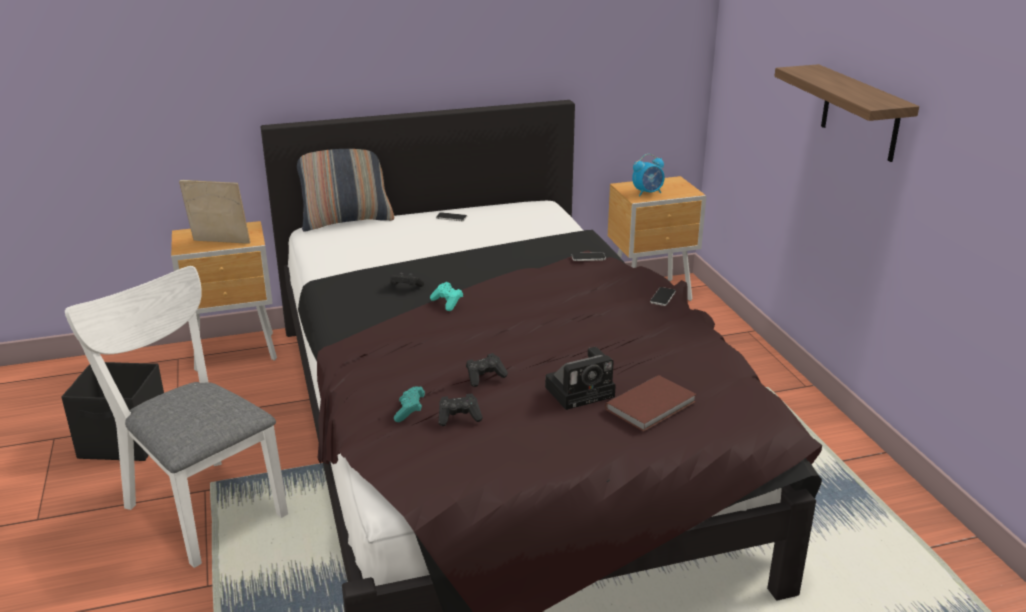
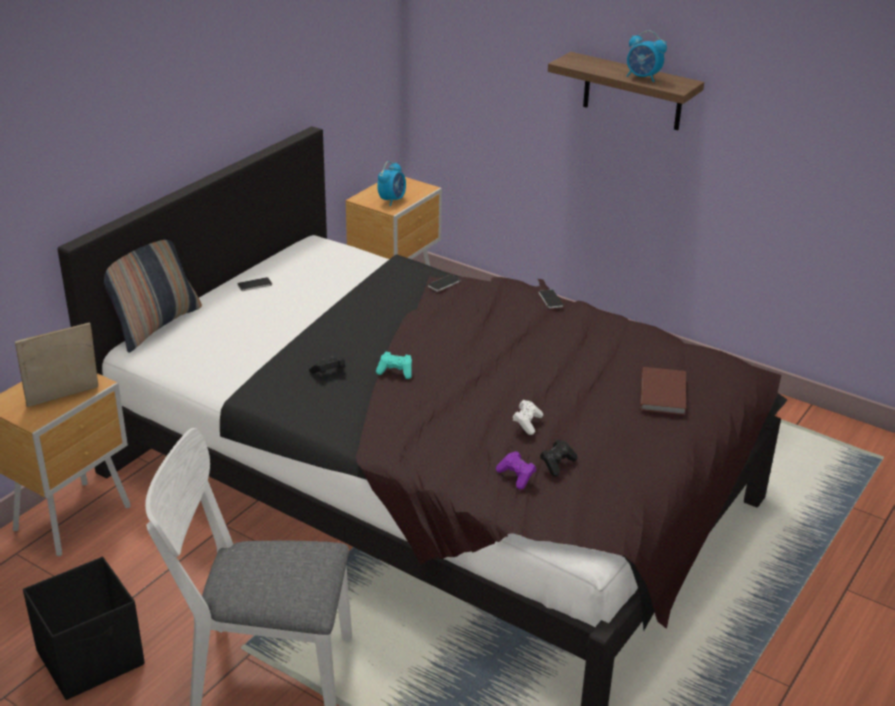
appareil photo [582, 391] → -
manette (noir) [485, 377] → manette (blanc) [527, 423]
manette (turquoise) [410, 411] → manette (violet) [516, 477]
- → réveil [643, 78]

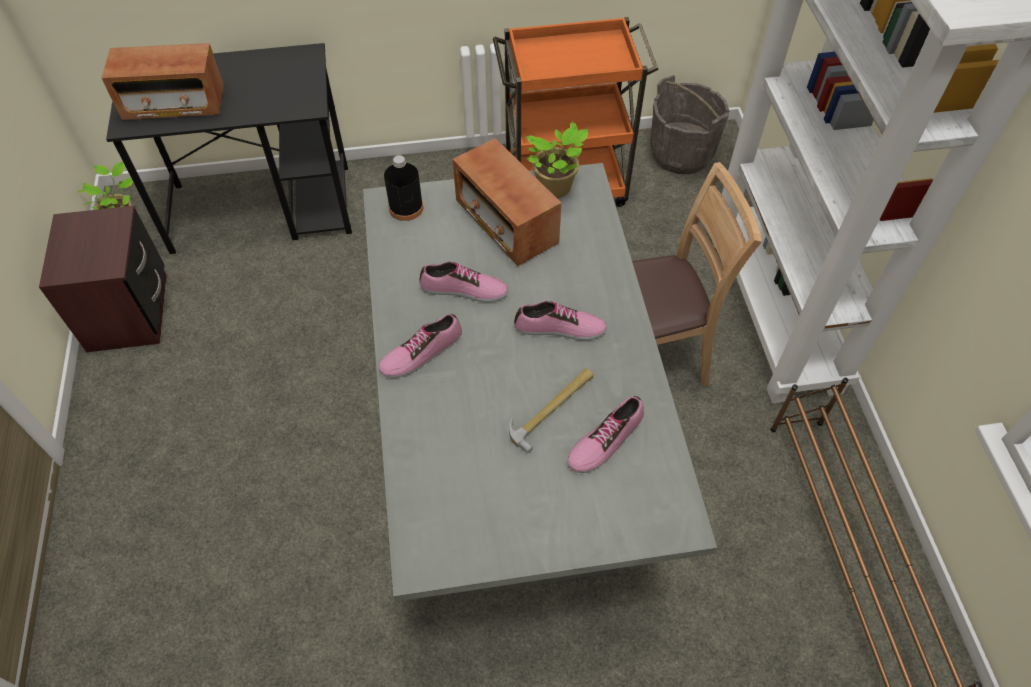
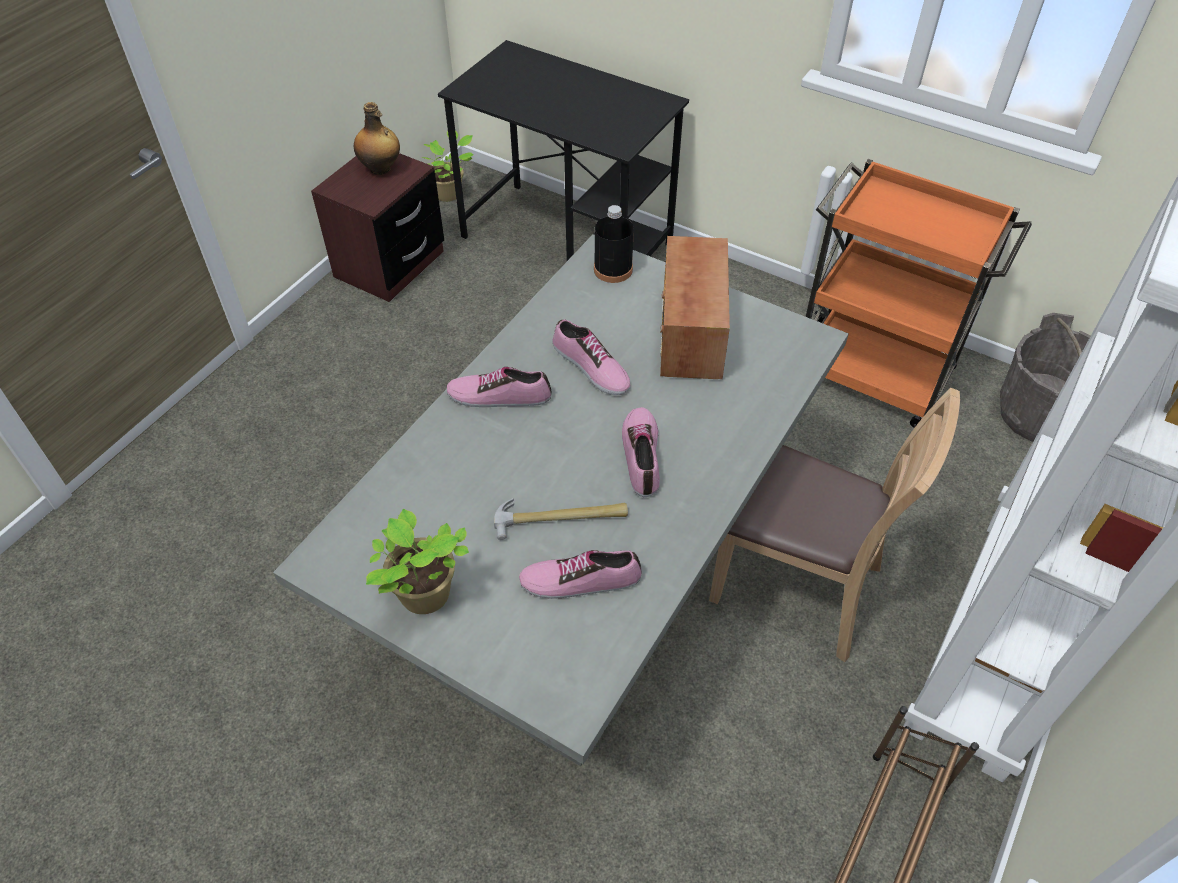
radio [174, 104] → -
plante en pot [556, 189] → plante en pot [424, 597], moved
chaussure [560, 329] → chaussure [643, 455], 135 degrees counterclockwise
- → bouteille [381, 169]

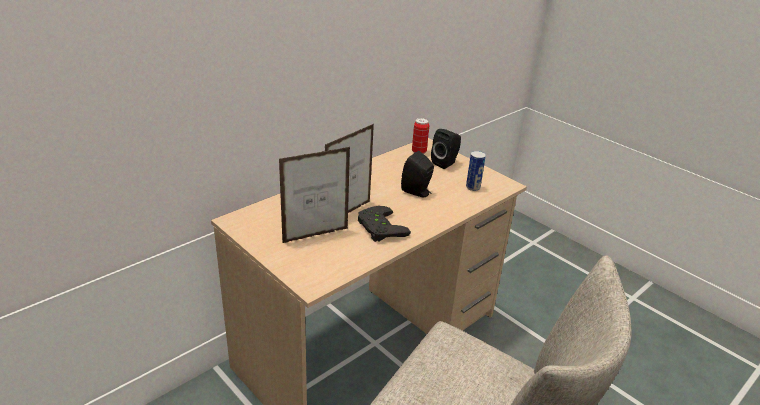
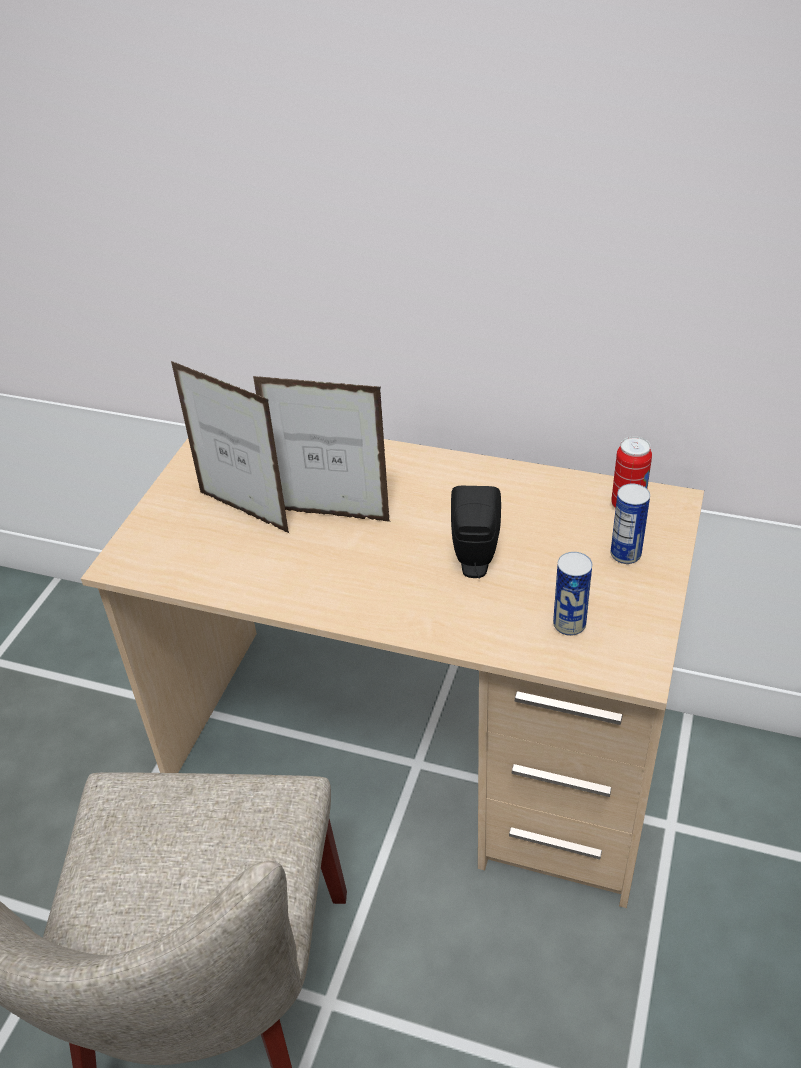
enceinte (noir) [445, 163] → boîte métallique [625, 554]
manette (noir) [378, 228] → -

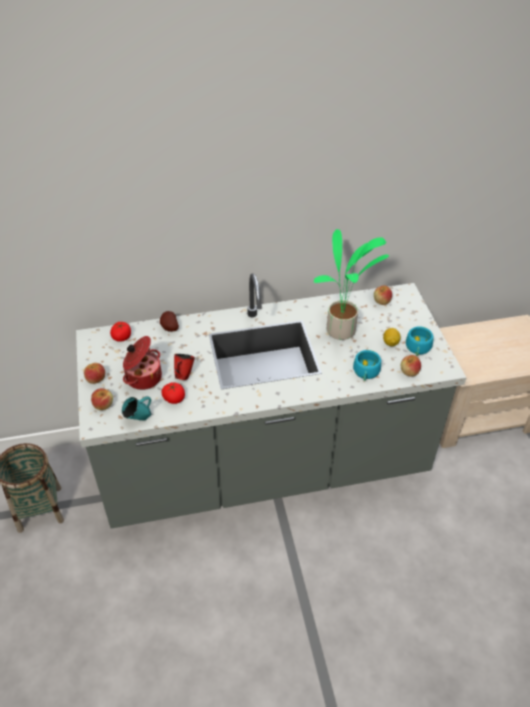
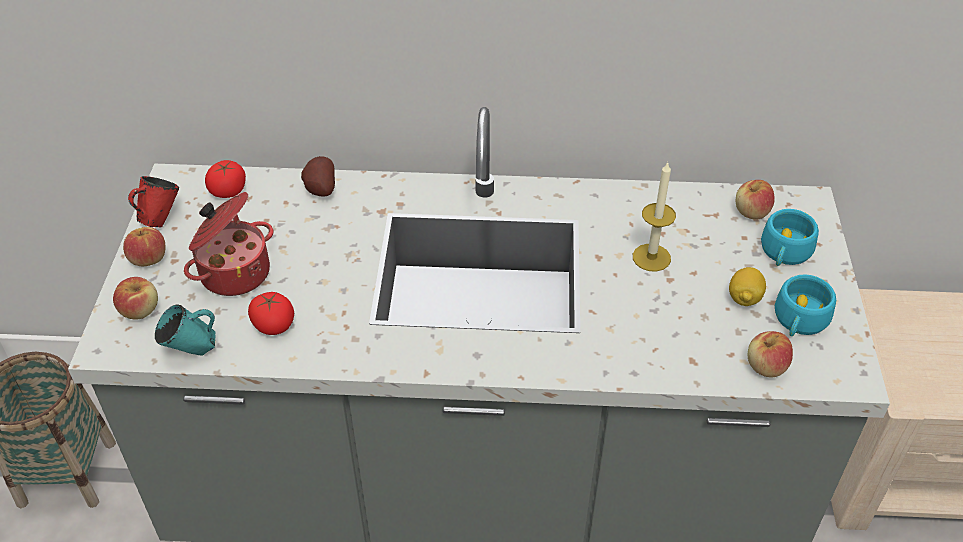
plante en pot [342, 331] → bougie [651, 257]
tasse (turquoise) [366, 373] → tasse (turquoise) [784, 253], moved
mug (rouge) [184, 375] → mug (rouge) [160, 219], moved

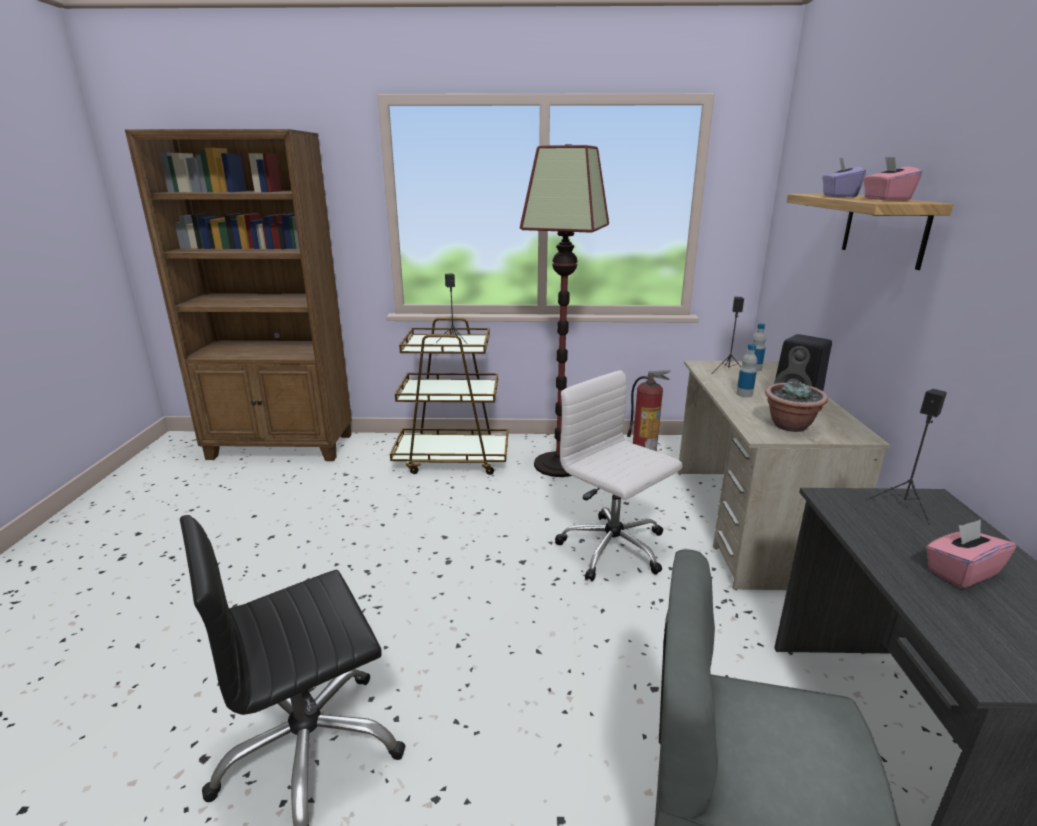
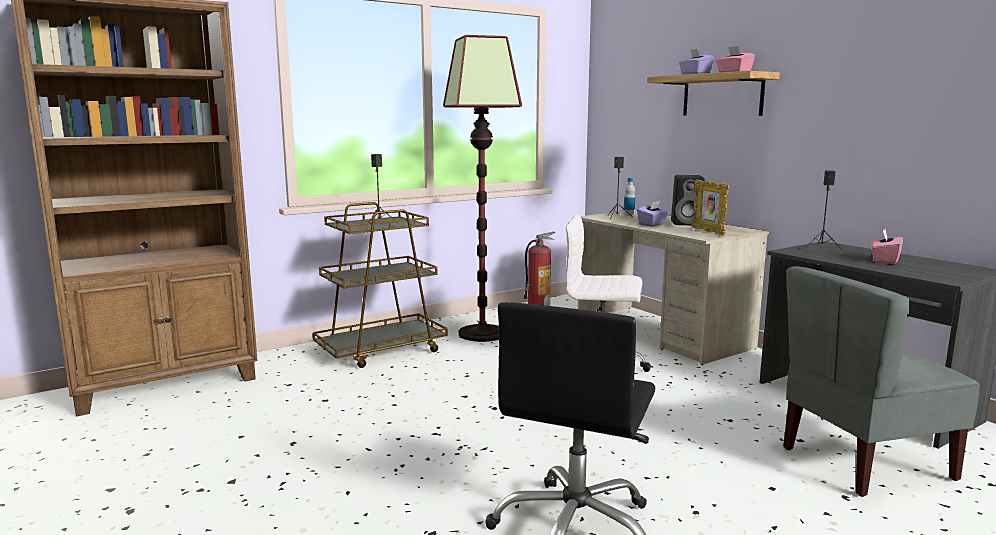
bouteille [744, 394] → boîte à mouchoirs (violet) [652, 224]
plante en pot [790, 426] → cadre photo [708, 232]

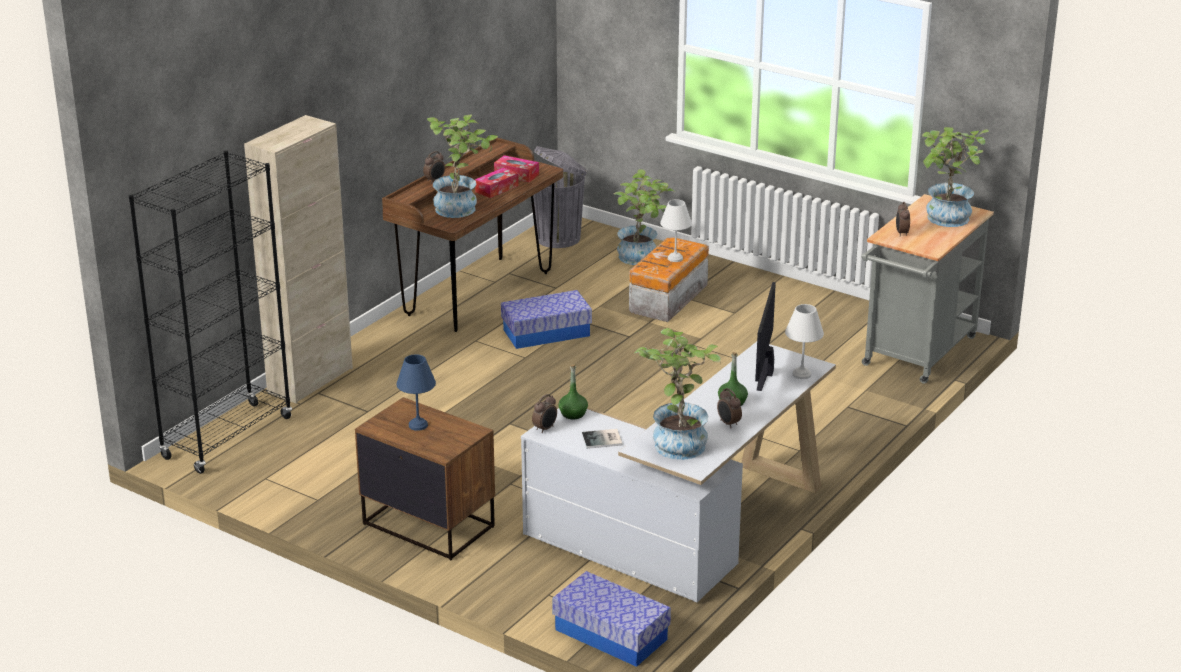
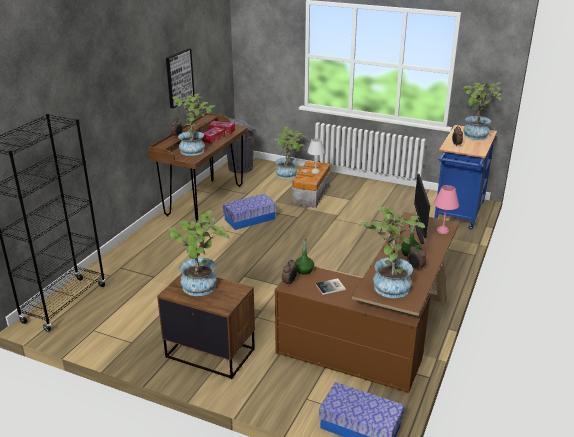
meuble de rangement (beige) [310, 380] → -
chariot (gris) [916, 355] → chariot (bleu) [458, 214]
lampe de table (blanc) [801, 375] → lampe de table (rose) [442, 231]
bureau (blanc) [687, 529] → bureau (marron) [379, 337]
lampe de table (bleu) [418, 426] → plante en pot [201, 289]
- → tableau [179, 77]

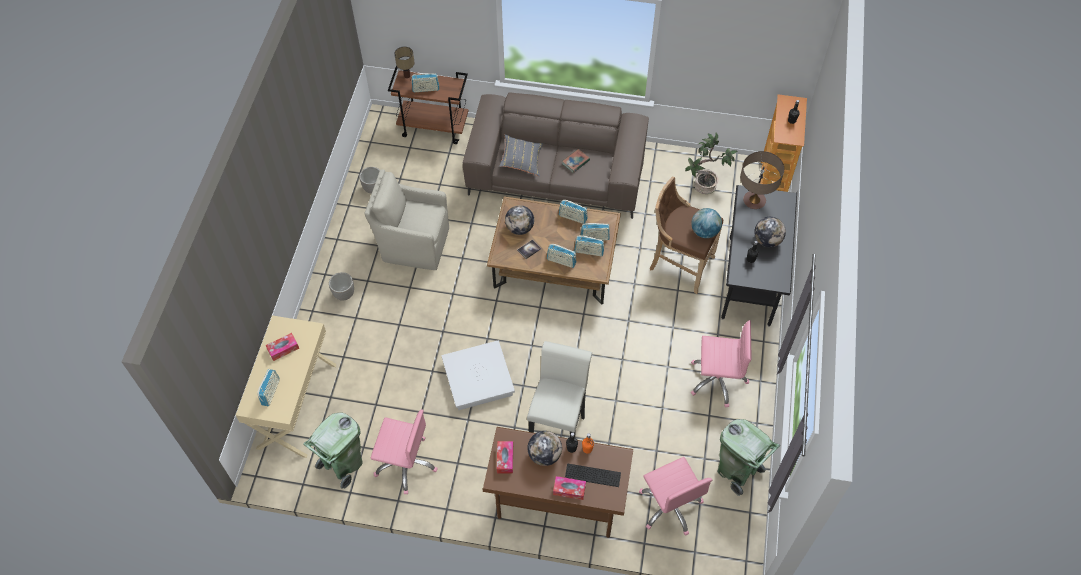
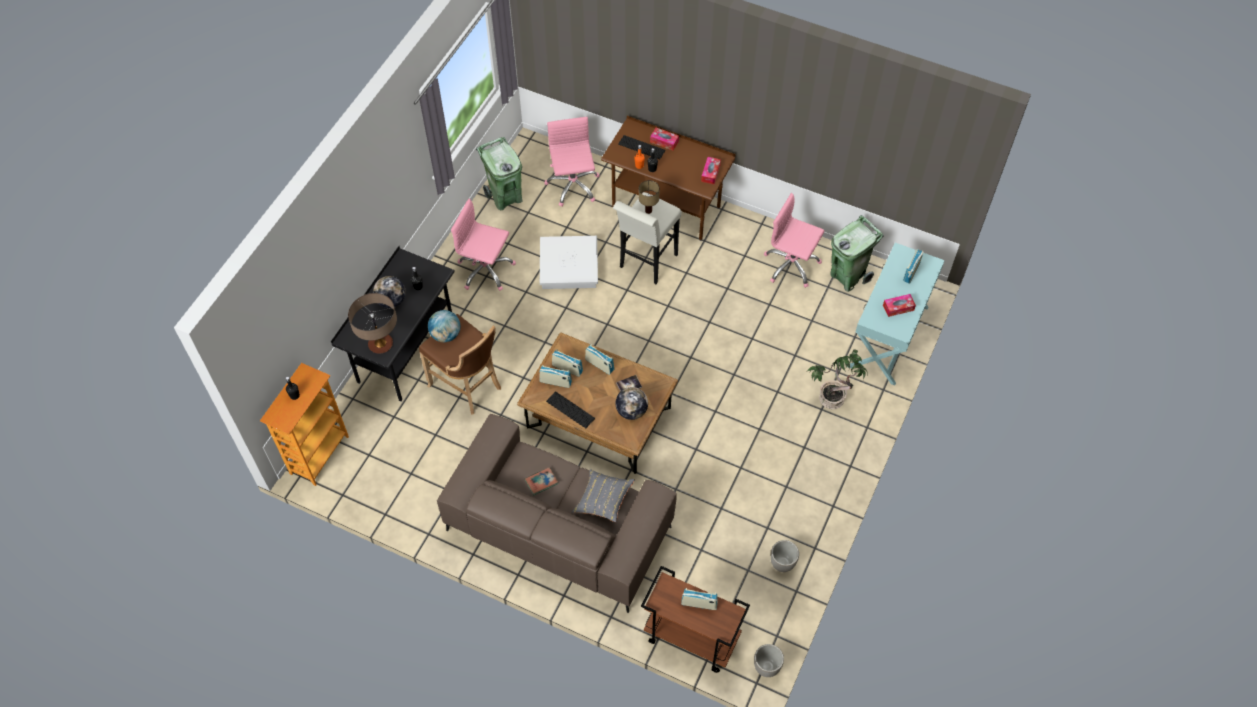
lampe de table [406, 75] → lampe de table [649, 211], moved
plante en pot [705, 186] → plante en pot [832, 397], moved
fauteuil (beige) [413, 244] → -
radio [573, 217] → clavier [570, 410]
cache-pot [344, 294] → cache-pot [766, 667], moved
table console (beige) [296, 405] → table console (turquoise) [888, 336]
boîte de rangement (blanc) [478, 379] → boîte de rangement (blanc) [569, 266], moved
globe [544, 455] → -

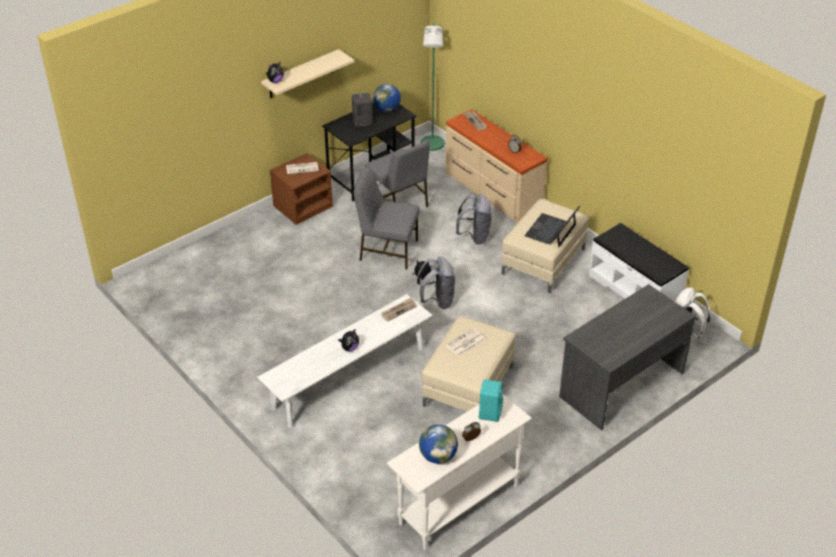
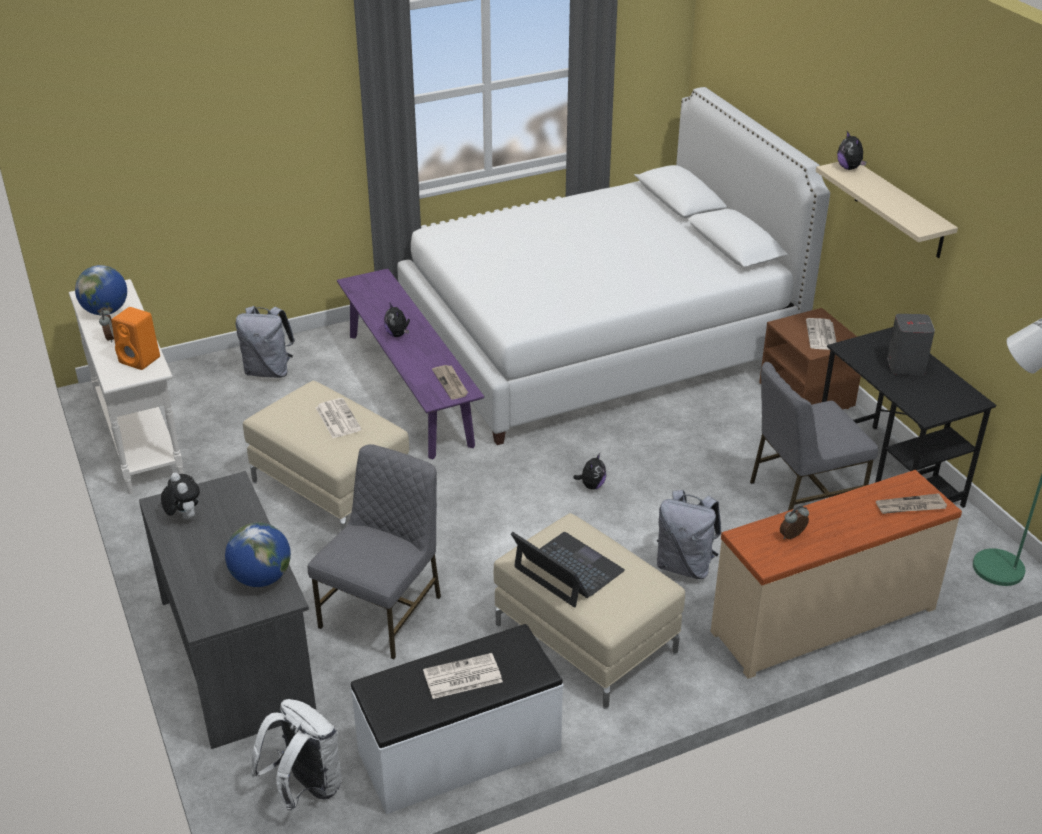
globe [387, 109] → globe [261, 578], moved
chaise (gris) [387, 250] → chaise (gris) [383, 611], moved
sac à dos (gris) [437, 301] → sac à dos (gris) [269, 371], moved
banc (blanc) [349, 378] → banc (violet) [409, 388]
enceinte (turquoise) [490, 412] → enceinte (orange) [141, 360]
- → lit (blanc) [597, 339]
- → peluche [184, 516]
- → journal [461, 677]

